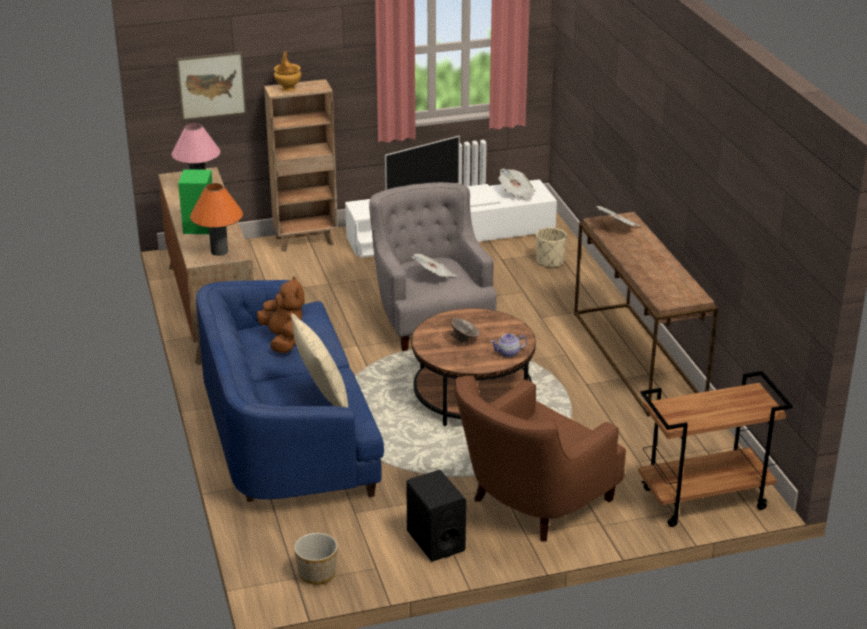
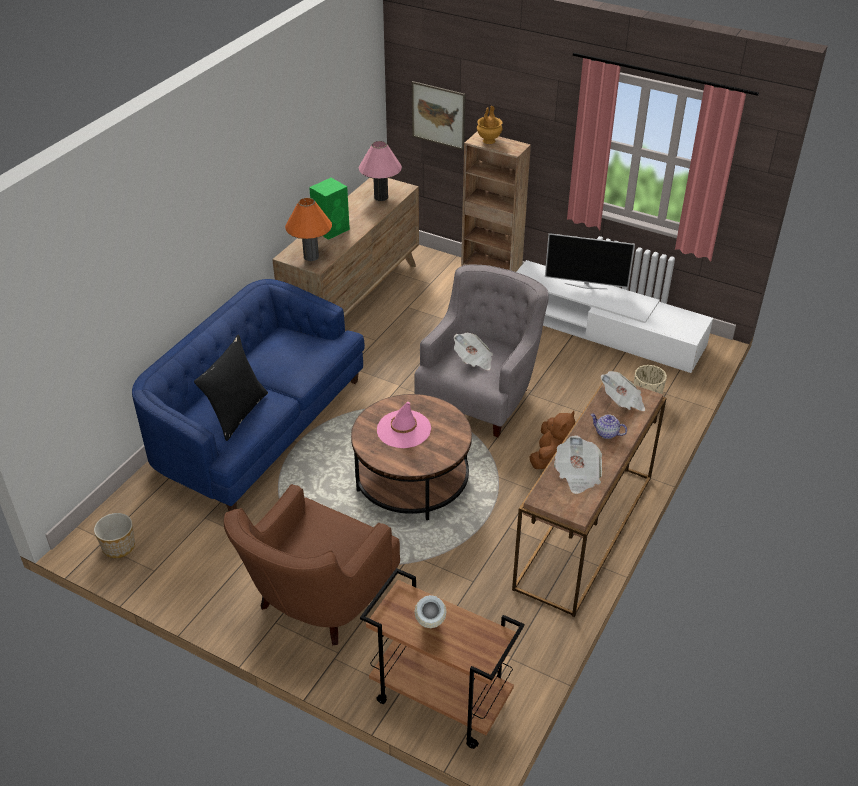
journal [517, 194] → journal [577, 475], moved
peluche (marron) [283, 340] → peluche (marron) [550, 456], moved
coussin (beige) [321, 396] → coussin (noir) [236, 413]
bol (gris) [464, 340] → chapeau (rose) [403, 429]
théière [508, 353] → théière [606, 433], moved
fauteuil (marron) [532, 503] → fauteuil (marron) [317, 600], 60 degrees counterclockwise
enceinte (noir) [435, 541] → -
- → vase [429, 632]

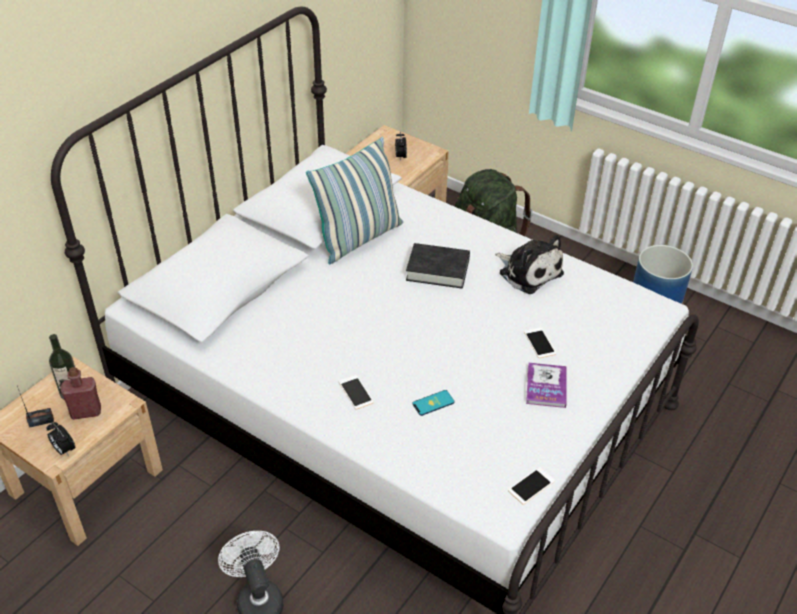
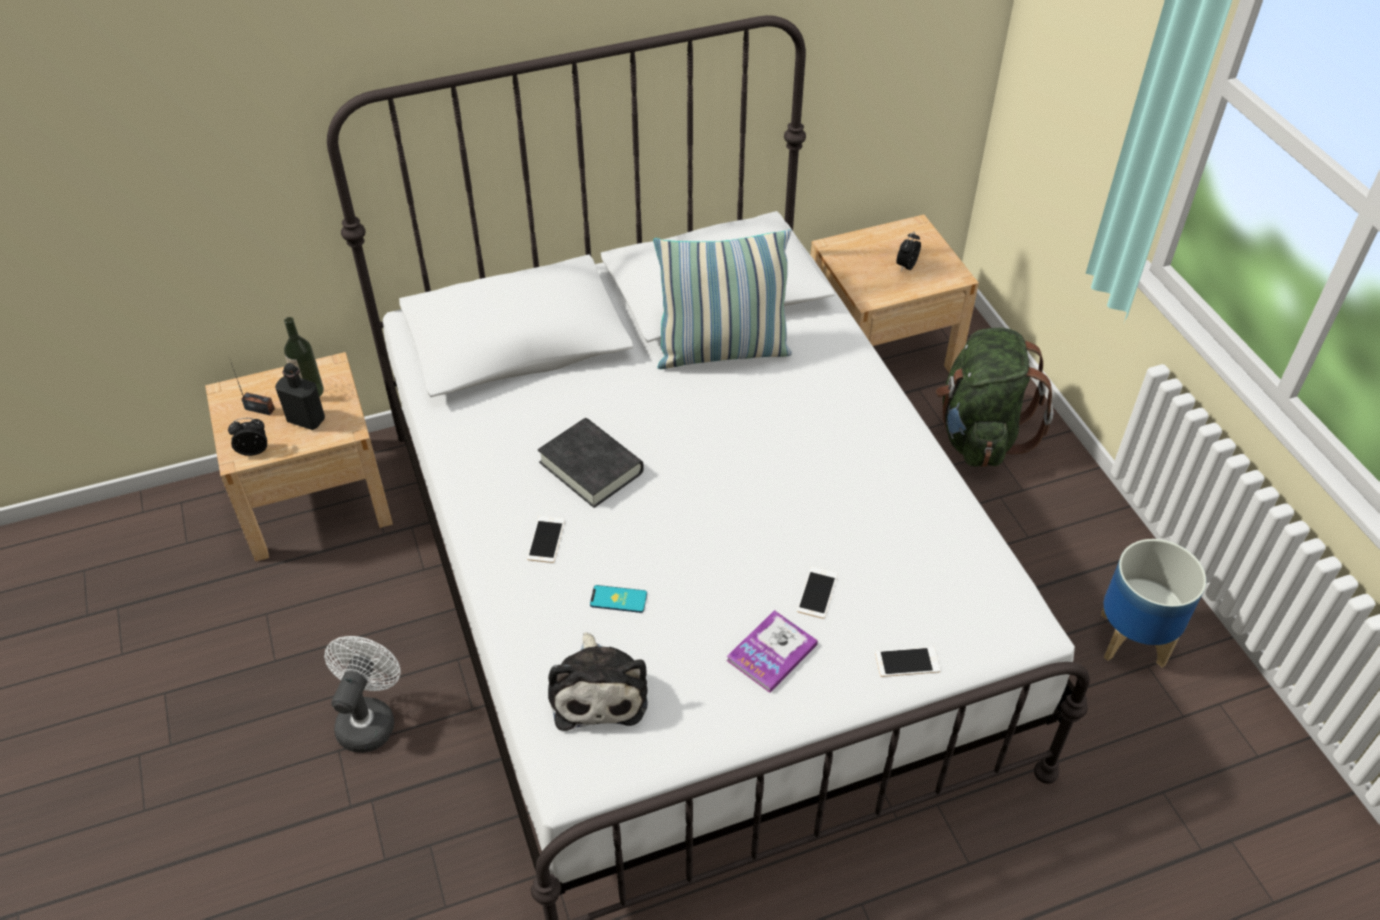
peluche [528, 272] → peluche [598, 690], moved
livre (noir) [437, 270] → livre (noir) [591, 467], moved
bouteille (rouge) [86, 412] → bouteille (noir) [306, 420]
réveil [64, 450] → réveil [254, 450], 90 degrees clockwise
téléphone [531, 486] → téléphone [907, 662], moved

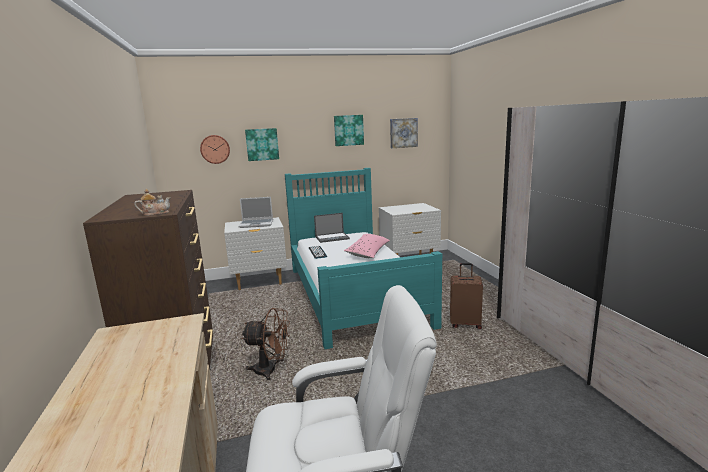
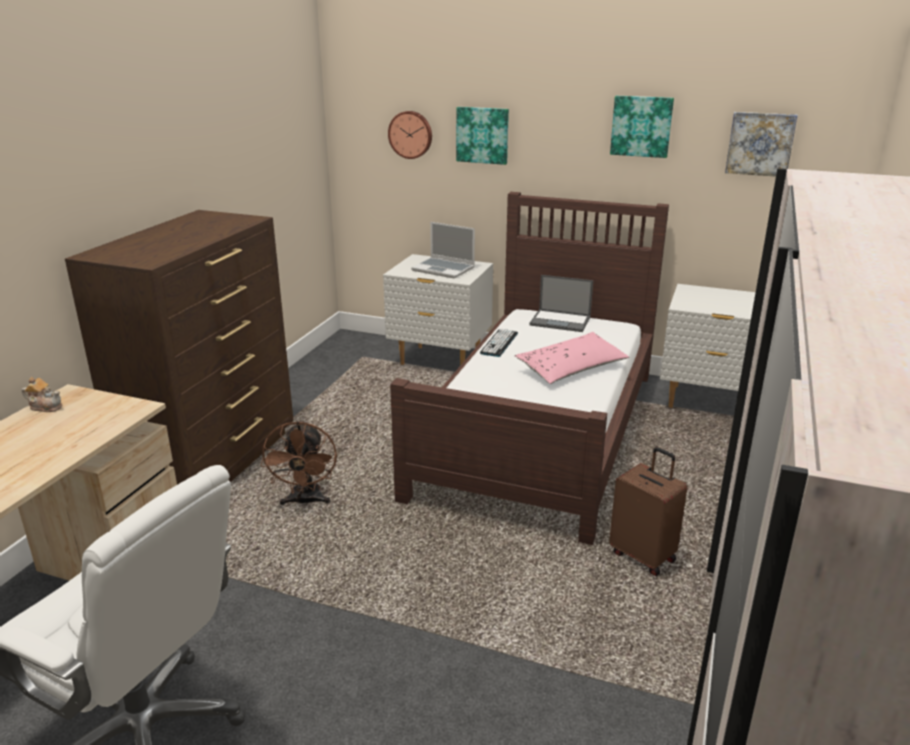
lit (turquoise) [353, 294] → lit (marron) [540, 430]
théière [155, 213] → théière [46, 406], moved
ventilateur (marron) [271, 370] → ventilateur (marron) [305, 501], 45 degrees clockwise

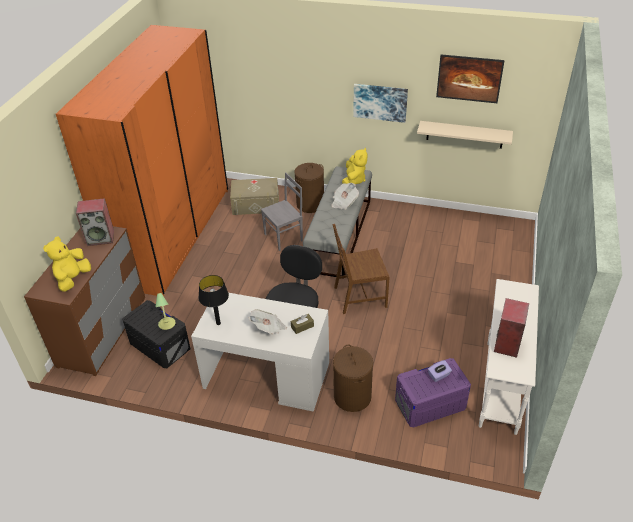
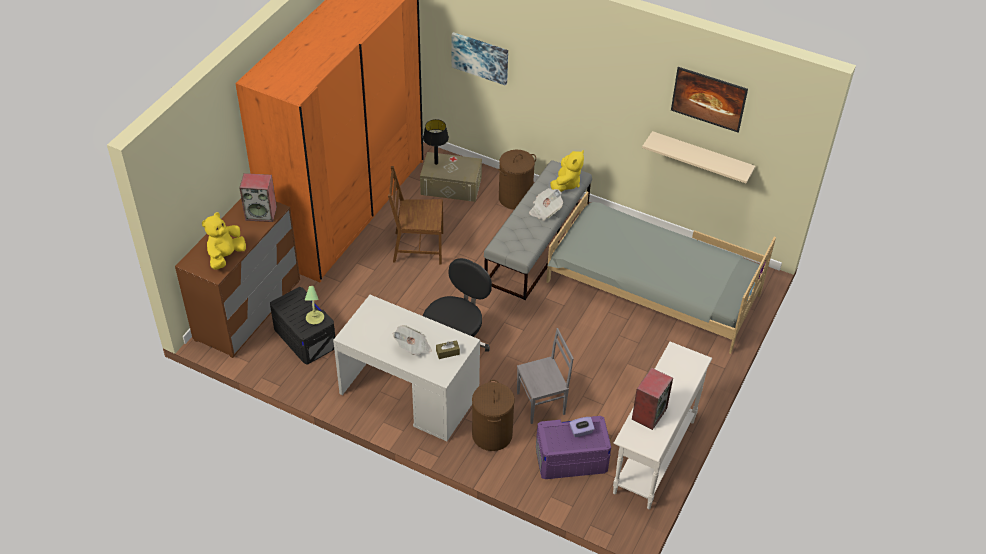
tableau [380, 102] → tableau [480, 57], moved
chaise (gris) [284, 237] → chaise (gris) [542, 404], moved
chaise (marron) [359, 297] → chaise (marron) [417, 247], moved
lampe de table (noir) [218, 323] → lampe de table (noir) [436, 163], moved
- → lit (gris) [652, 288]

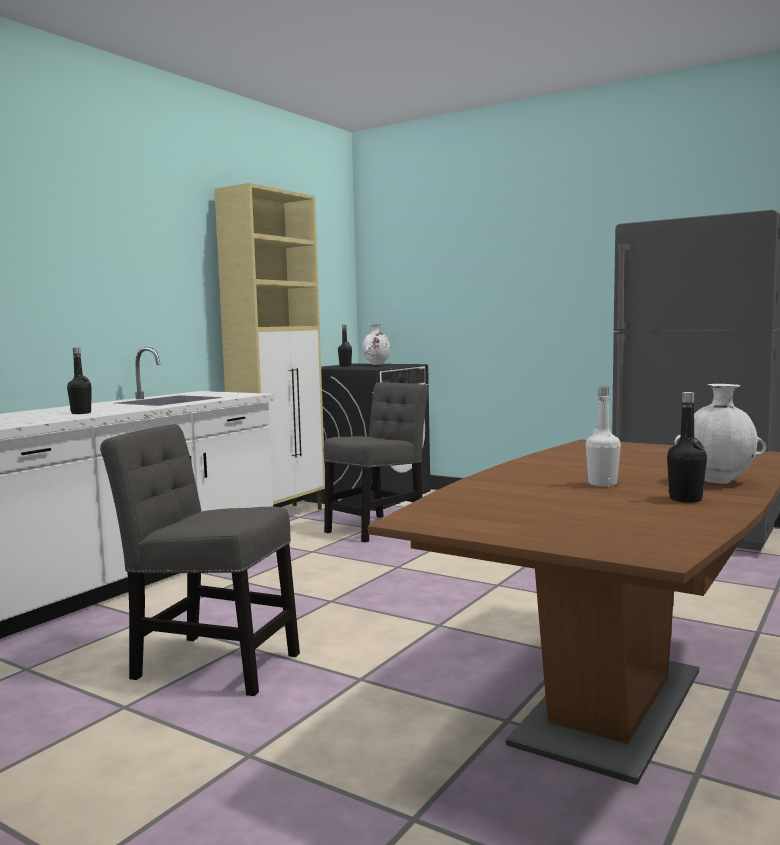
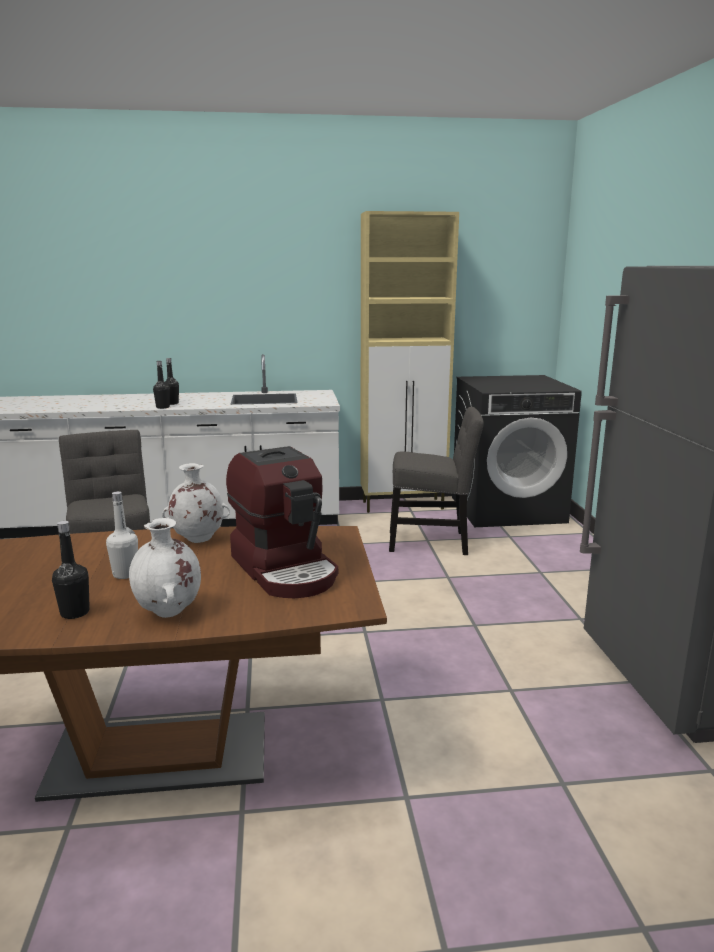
vase (blanc) [377, 364] → vase (blanc) [198, 540], moved
bouteille (noir) [345, 366] → bouteille (noir) [163, 407], moved
- → machine à café [286, 569]

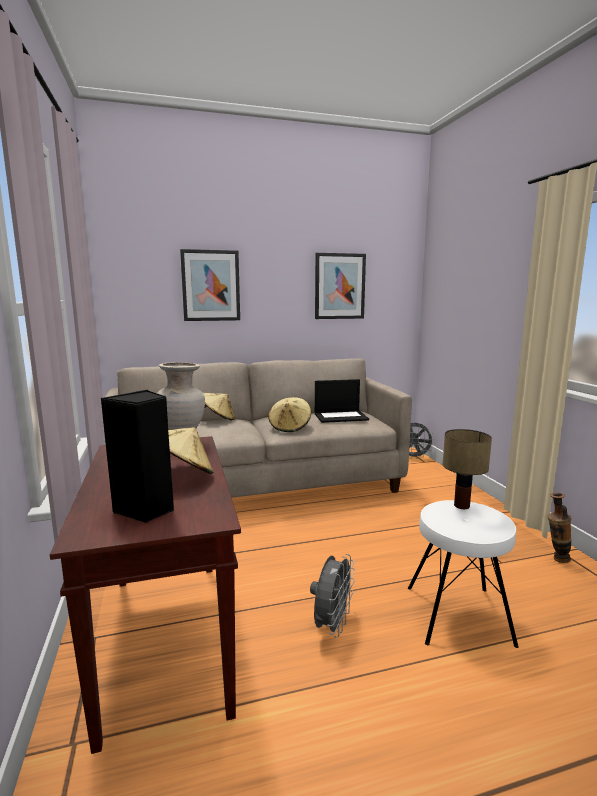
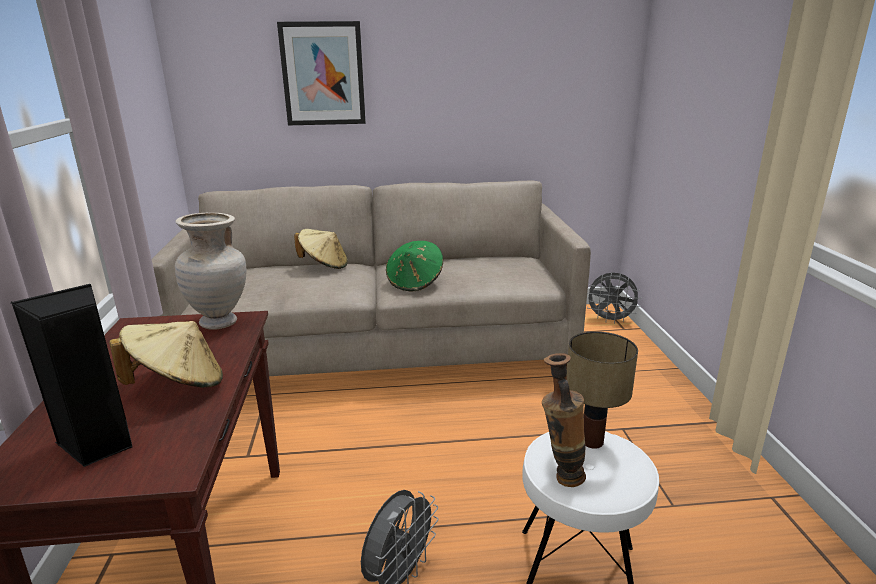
tableau [339, 286] → -
ordinateur portable [341, 416] → -
chapeau (beige) [290, 427] → chapeau (vert) [415, 282]
vase [555, 559] → vase [560, 476], moved

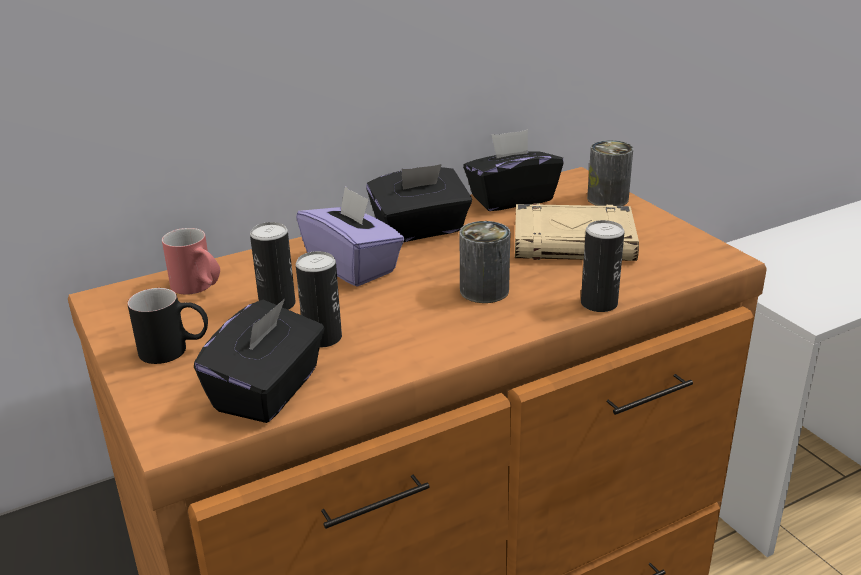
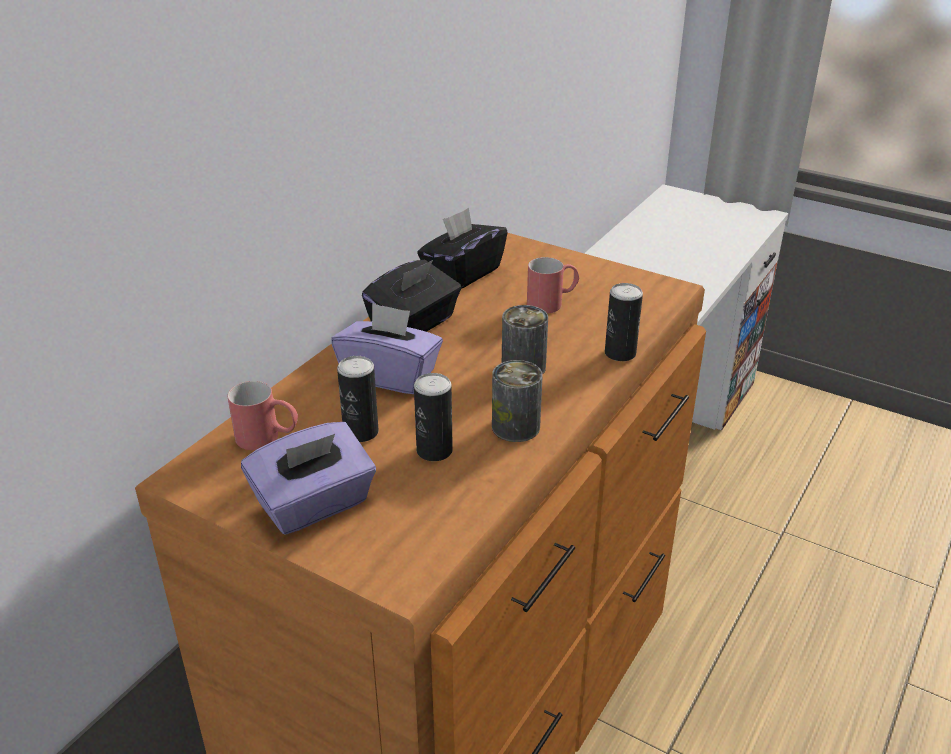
boîte métallique [607, 199] → boîte métallique [515, 427], moved
livre (beige) [575, 242] → mug (rouge) [552, 303]
mug (noir) [175, 350] → boîte à mouchoirs (violet) [314, 505]
boîte à mouchoirs (noir) [268, 391] → -

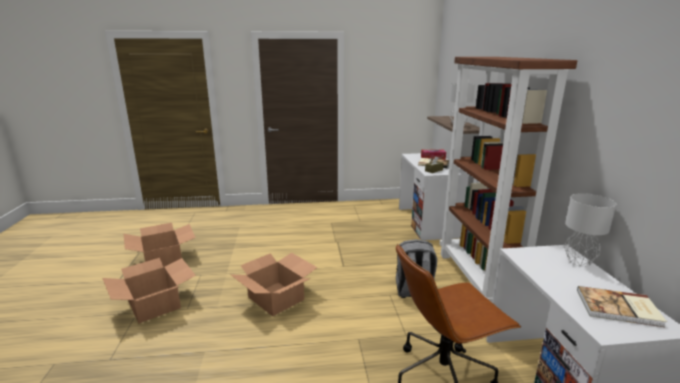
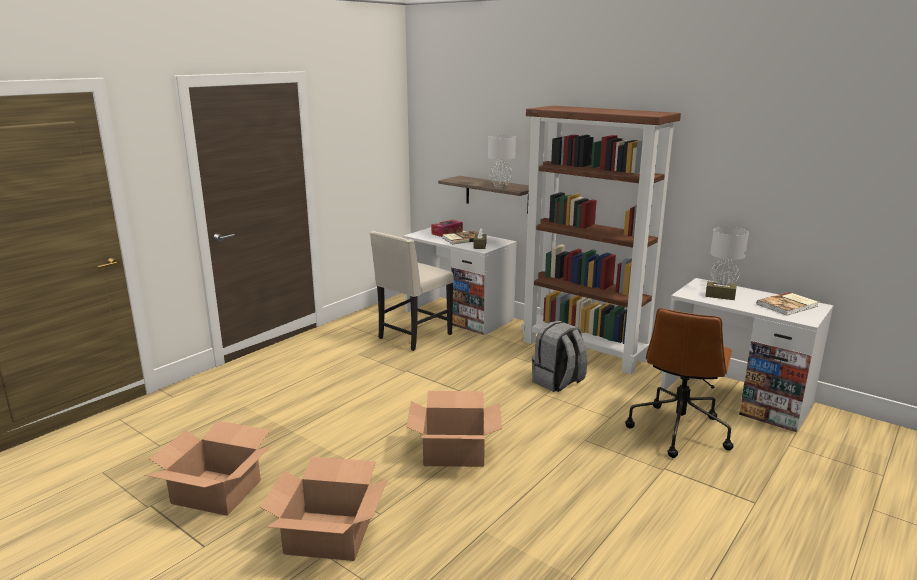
- → chaise (beige) [413, 336]
- → boîte à mouchoirs (marron) [720, 296]

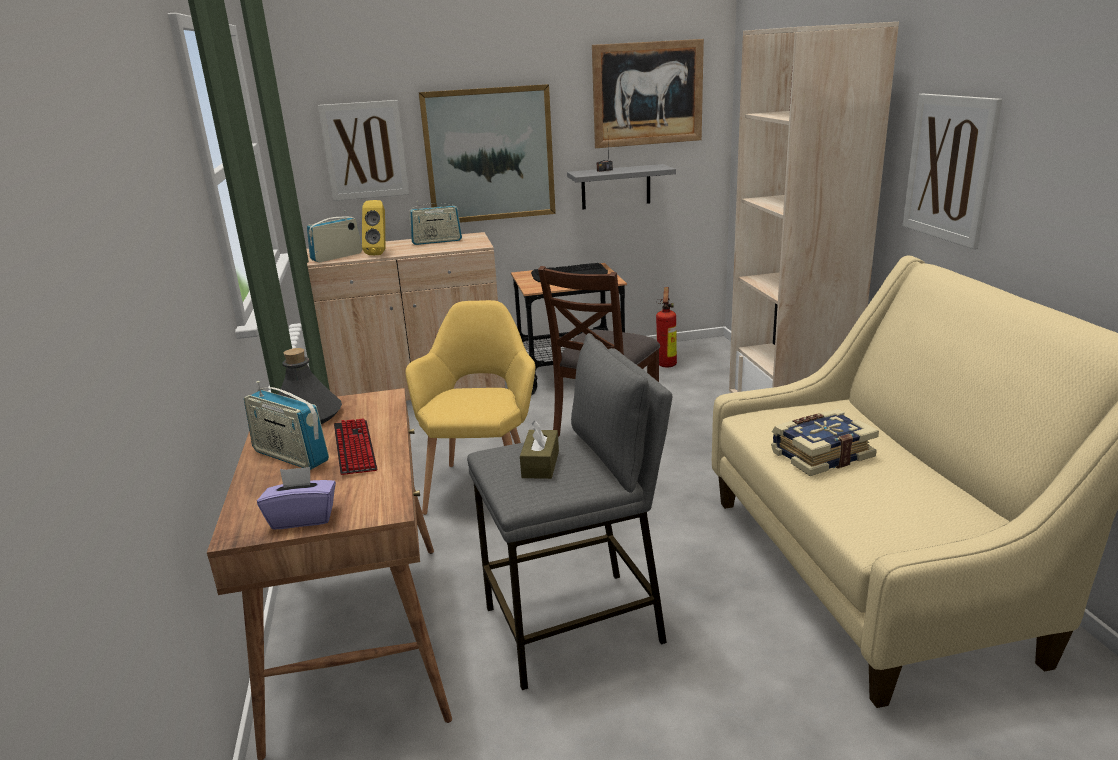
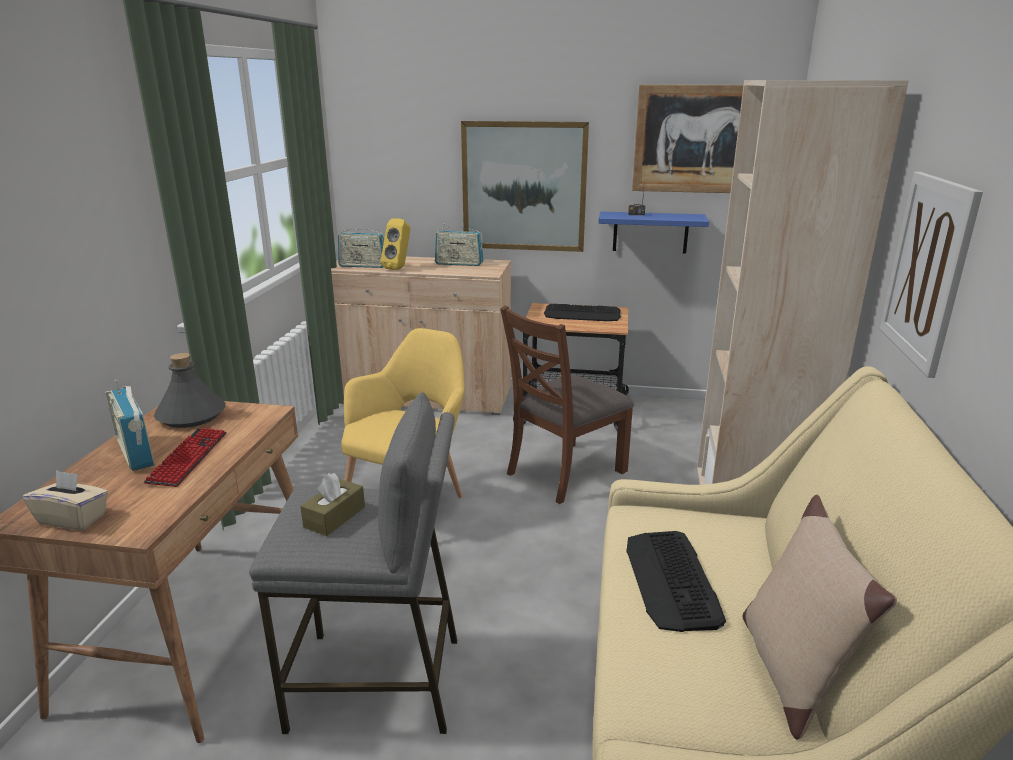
tableau [365, 150] → -
étagère (gris) [615, 187] → étagère (bleu) [650, 232]
radio [337, 256] → radio [363, 266], 150 degrees counterclockwise
extincteur [667, 364] → -
livre [820, 454] → clavier [671, 580]
boîte à mouchoirs (violet) [303, 518] → boîte à mouchoirs (beige) [73, 518]
- → coussin (beige) [791, 670]

